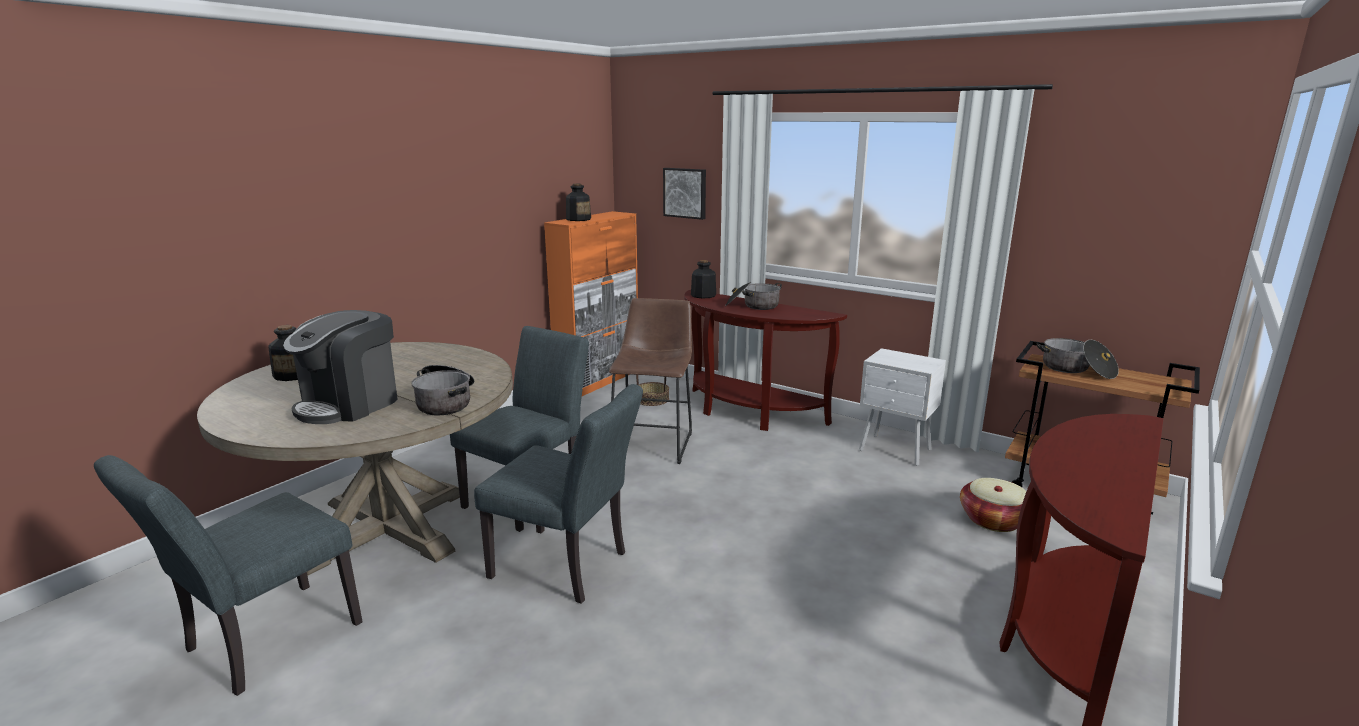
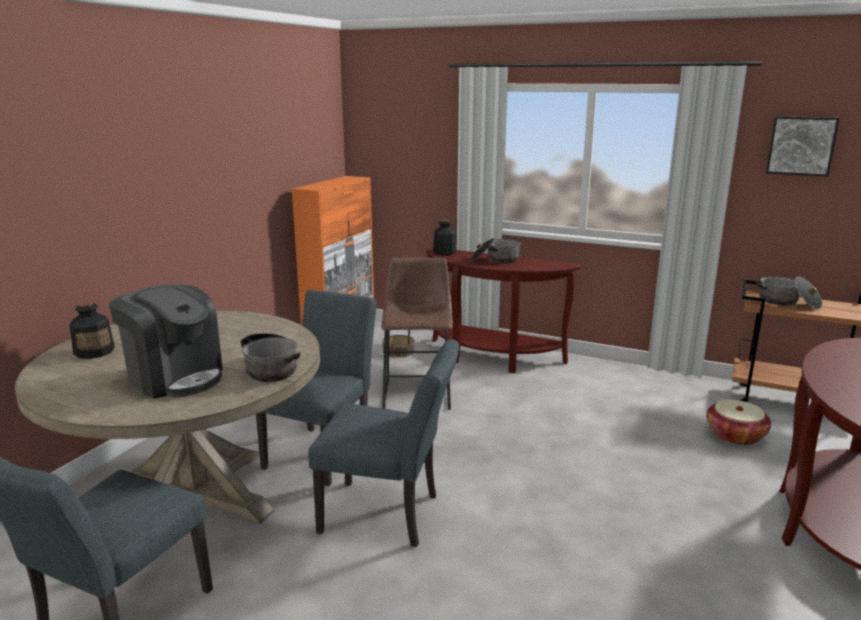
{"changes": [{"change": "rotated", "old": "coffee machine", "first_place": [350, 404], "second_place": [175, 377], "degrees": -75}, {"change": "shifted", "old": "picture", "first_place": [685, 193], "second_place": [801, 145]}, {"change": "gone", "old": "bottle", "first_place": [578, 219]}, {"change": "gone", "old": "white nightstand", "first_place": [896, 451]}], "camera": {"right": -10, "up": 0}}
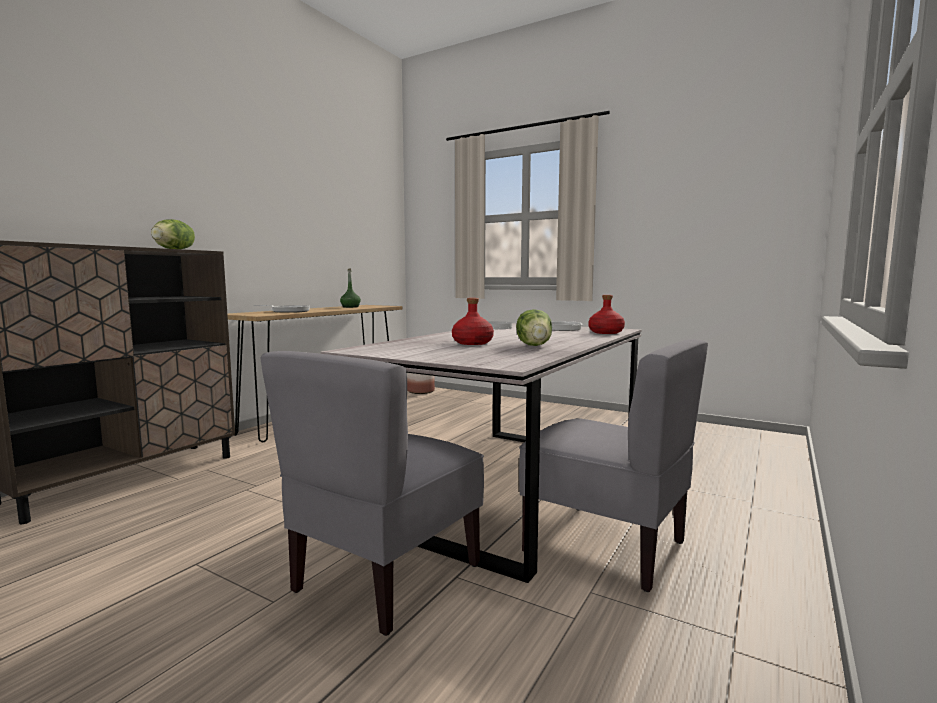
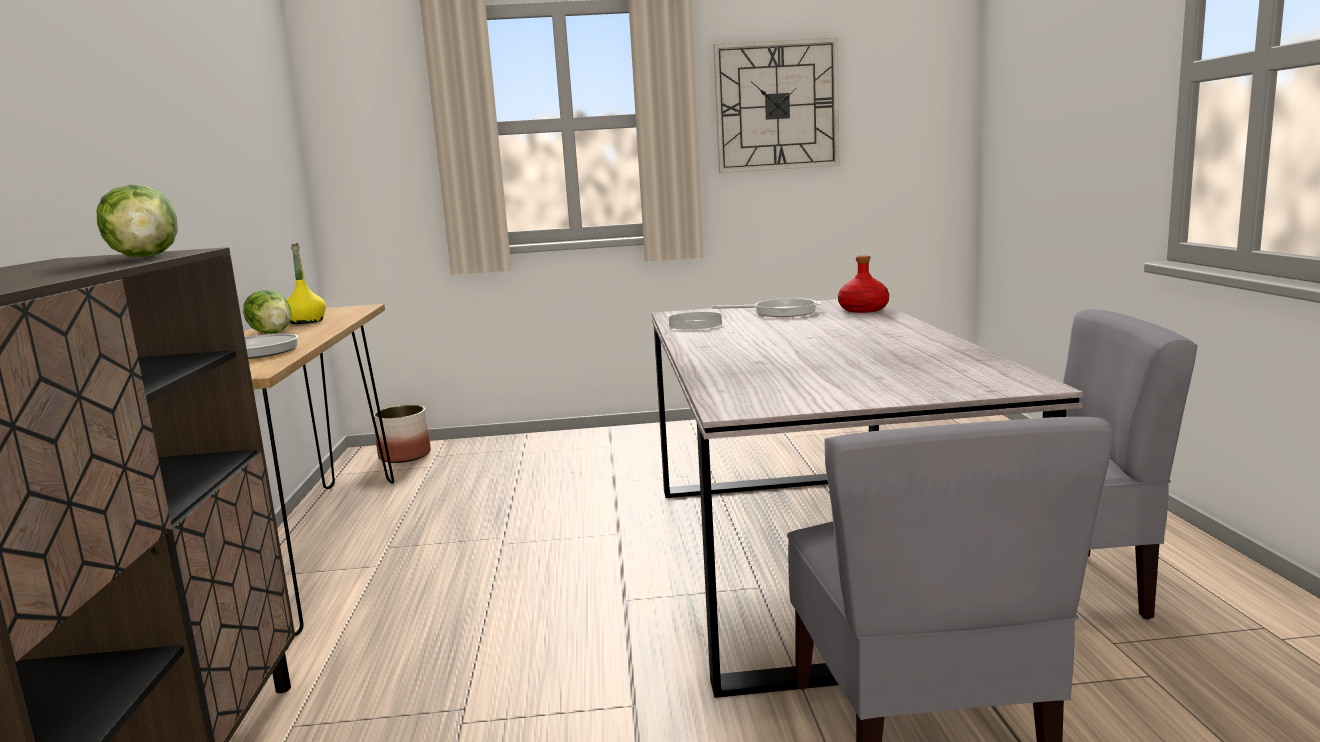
{"changes": [{"change": "shifted", "old": "lettuce", "first_place": [535, 346], "second_place": [273, 333]}, {"change": "repainted", "old": "green bottle", "new": "yellow bottle", "first_place": [350, 307], "second_place": [306, 321]}, {"change": "new", "new": "wall clock", "second_place": [776, 106]}, {"change": "gone", "old": "red bottle", "first_place": [472, 343]}], "camera": {"right": -35, "up": 5}}
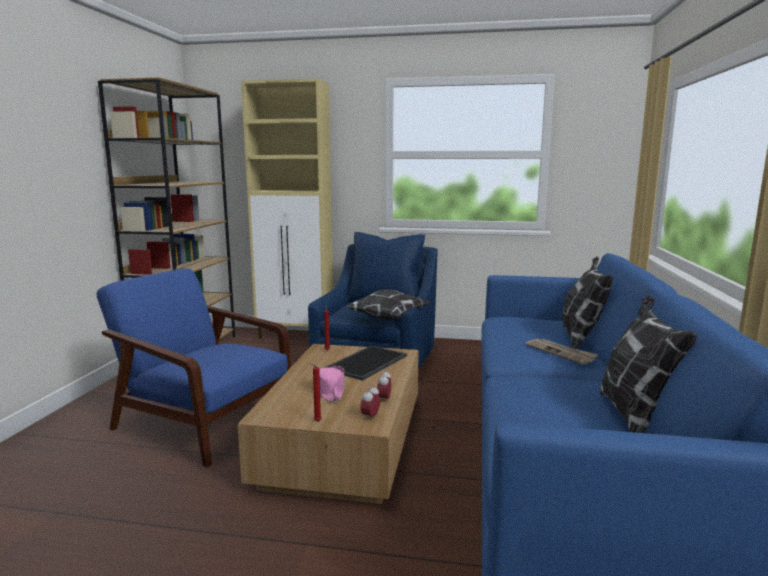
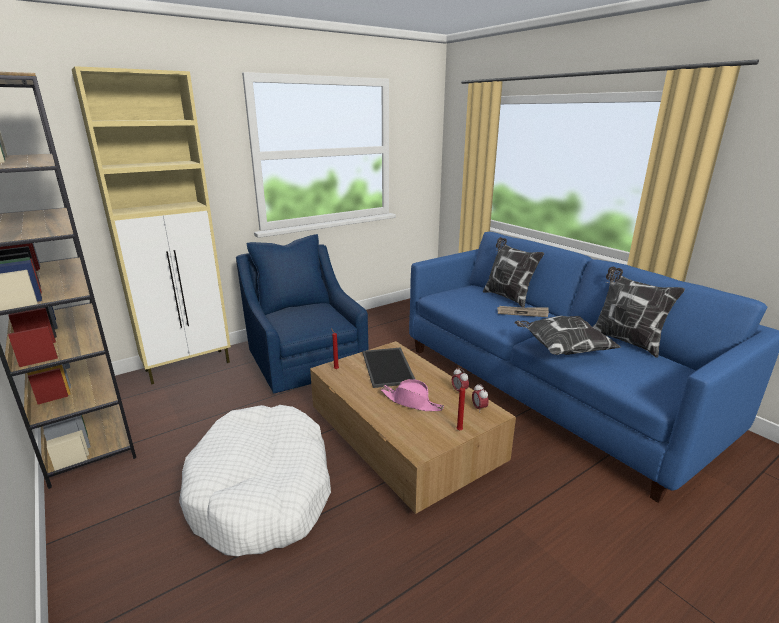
{"changes": [{"change": "swapped", "old": "blue armchair", "new": "white dog bed", "first_place": [202, 421], "second_place": [263, 491]}, {"change": "shifted", "old": "pillow", "first_place": [387, 318], "second_place": [561, 349]}], "camera": {"right": -45, "up": 10}}
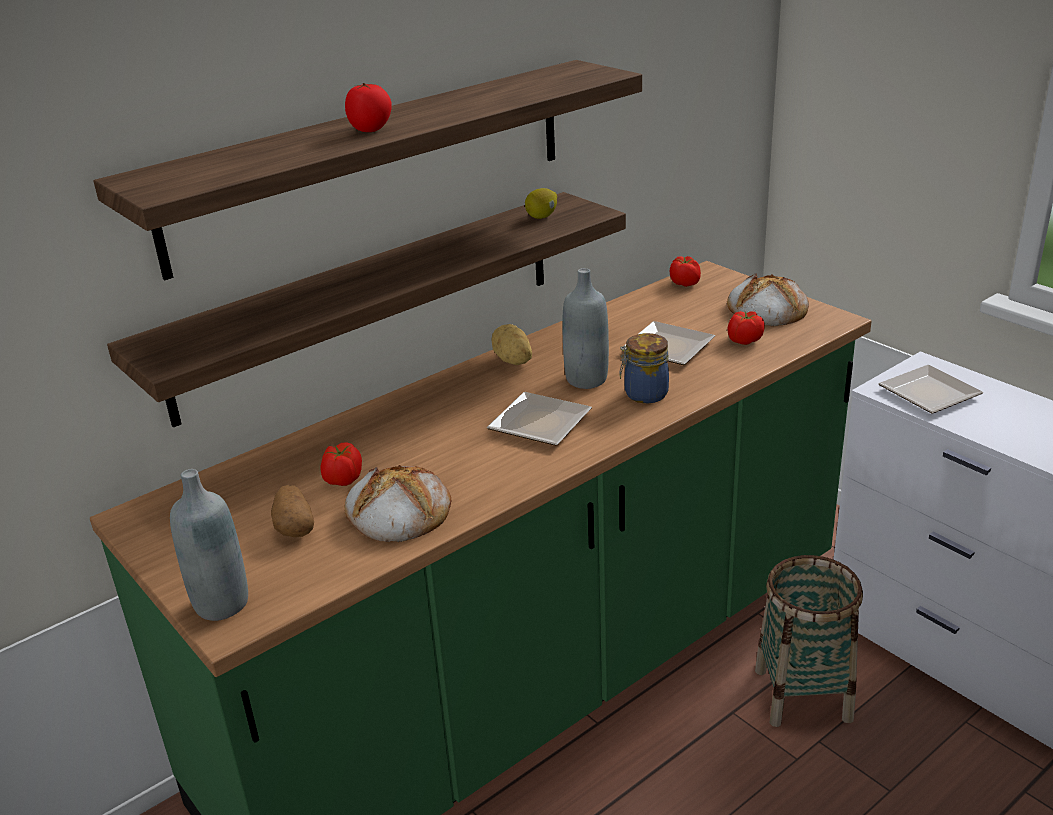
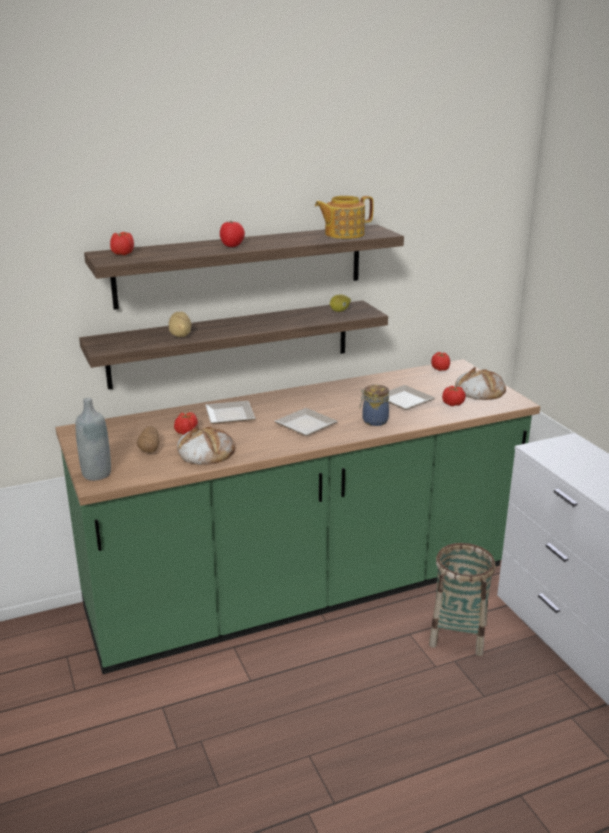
{"changes": [{"change": "new", "new": "tomato", "second_place": [122, 254]}, {"change": "shifted", "old": "potato", "first_place": [512, 361], "second_place": [179, 335]}, {"change": "shifted", "old": "plate", "first_place": [925, 393], "second_place": [228, 415]}, {"change": "new", "new": "teapot", "second_place": [343, 234]}, {"change": "gone", "old": "grey bottle", "first_place": [586, 379]}], "camera": {"right": 15, "up": -5}}
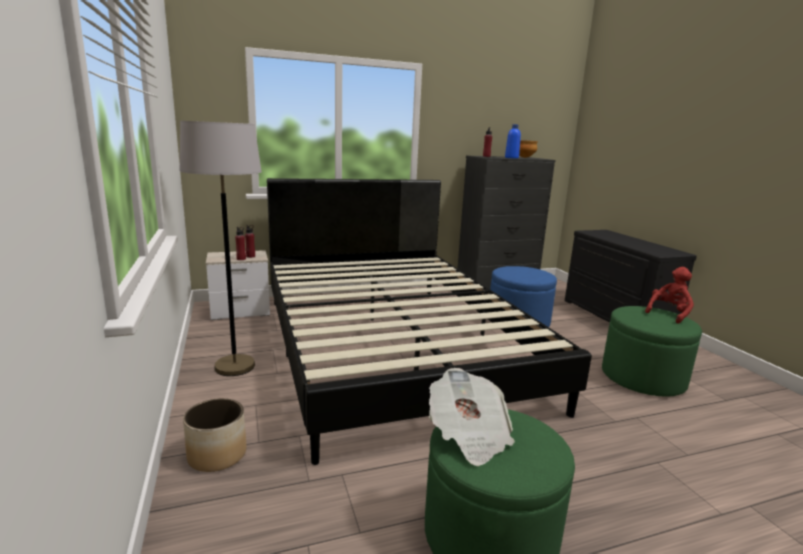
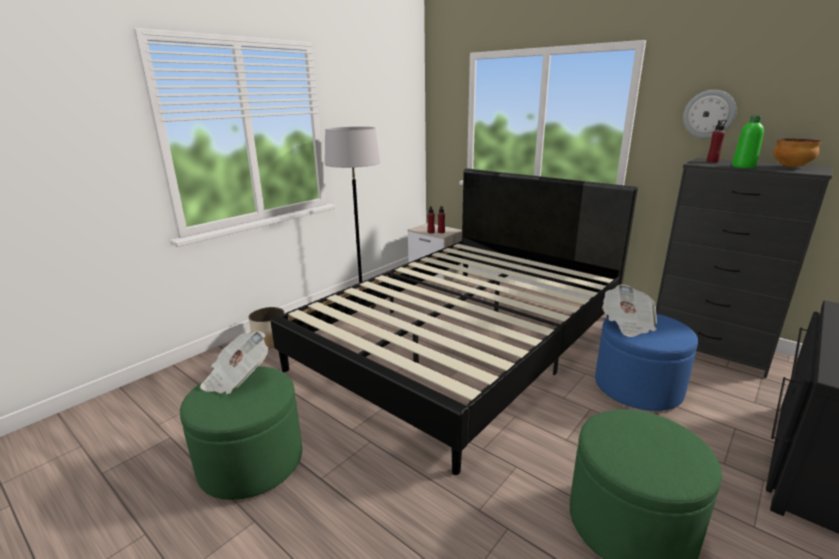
{"changes": [{"change": "new", "new": "newspaper", "second_place": [627, 324]}, {"change": "new", "new": "wall clock", "second_place": [709, 114]}, {"change": "repainted", "old": "blue bottle", "new": "green bottle", "first_place": [511, 158], "second_place": [743, 166]}, {"change": "gone", "old": "red plush toy", "first_place": [669, 314]}], "camera": {"right": 60, "up": 5}}
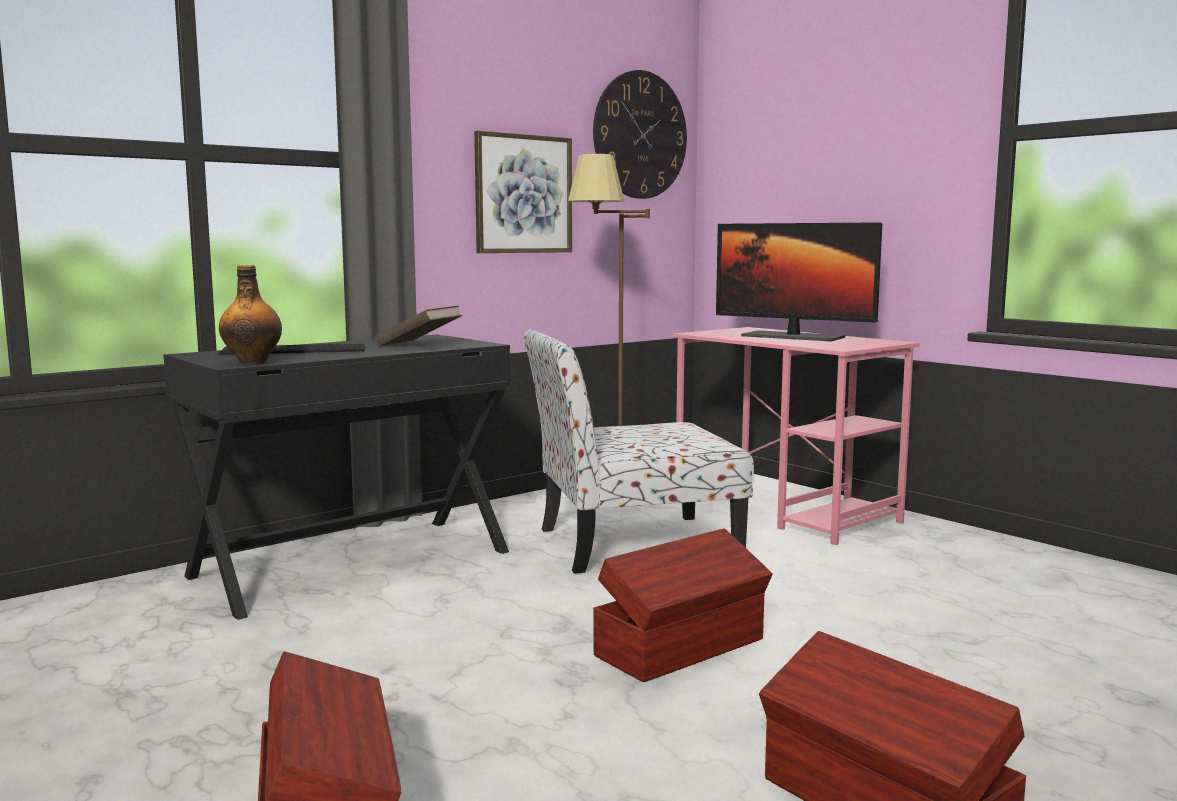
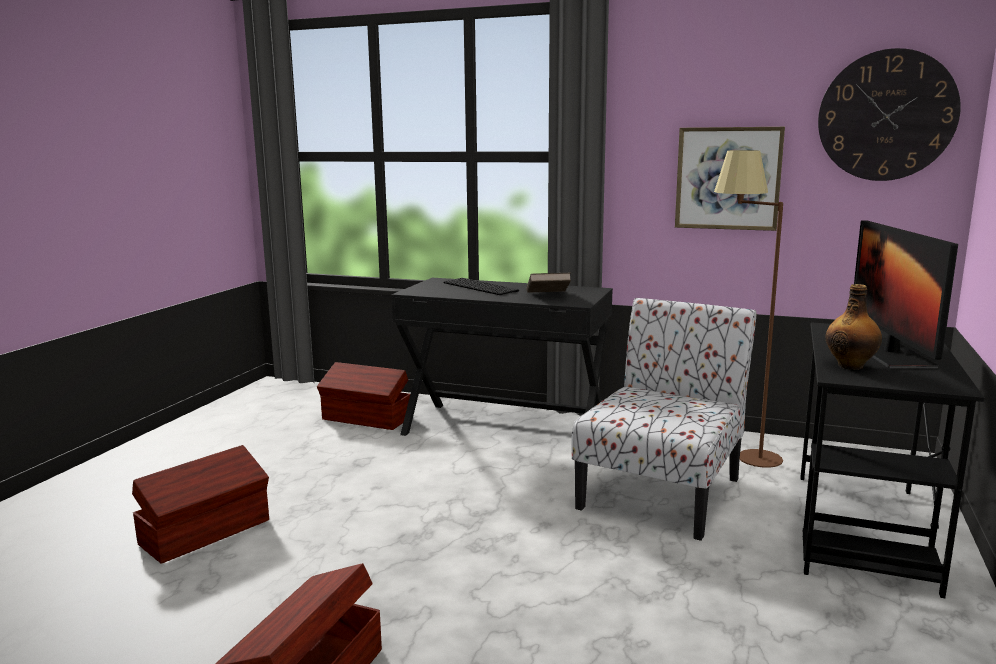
{"changes": [{"change": "shifted", "old": "brown storage box", "first_place": [683, 648], "second_place": [366, 419]}, {"change": "rotated", "old": "chair", "first_place": [632, 544], "second_place": [662, 491], "degrees": 75}, {"change": "repainted", "old": "pink desk", "new": "black desk", "first_place": [786, 510], "second_place": [862, 530]}, {"change": "shifted", "old": "bottle", "first_place": [253, 362], "second_place": [850, 366]}], "camera": {"right": 60, "up": 5}}
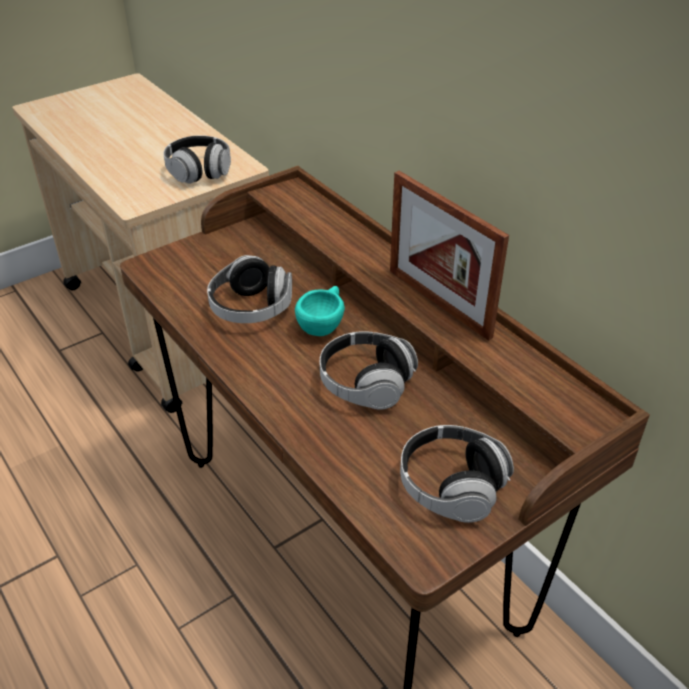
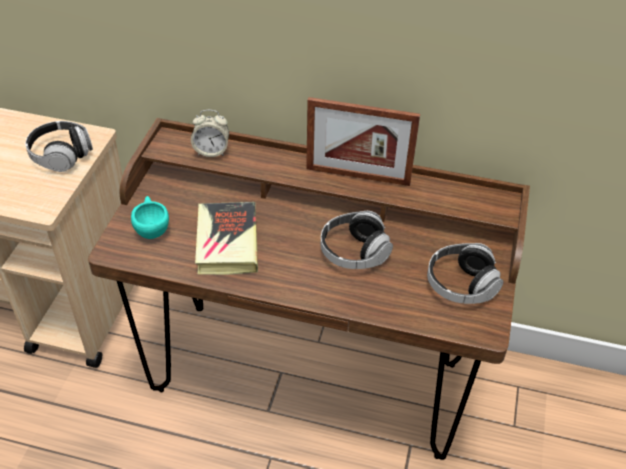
{"changes": [{"change": "shifted", "old": "turquoise cup", "first_place": [323, 325], "second_place": [151, 228]}, {"change": "new", "new": "alarm clock", "second_place": [211, 151]}, {"change": "swapped", "old": "headphones", "new": "book", "first_place": [251, 308], "second_place": [227, 242]}], "camera": {"right": -40, "up": 5}}
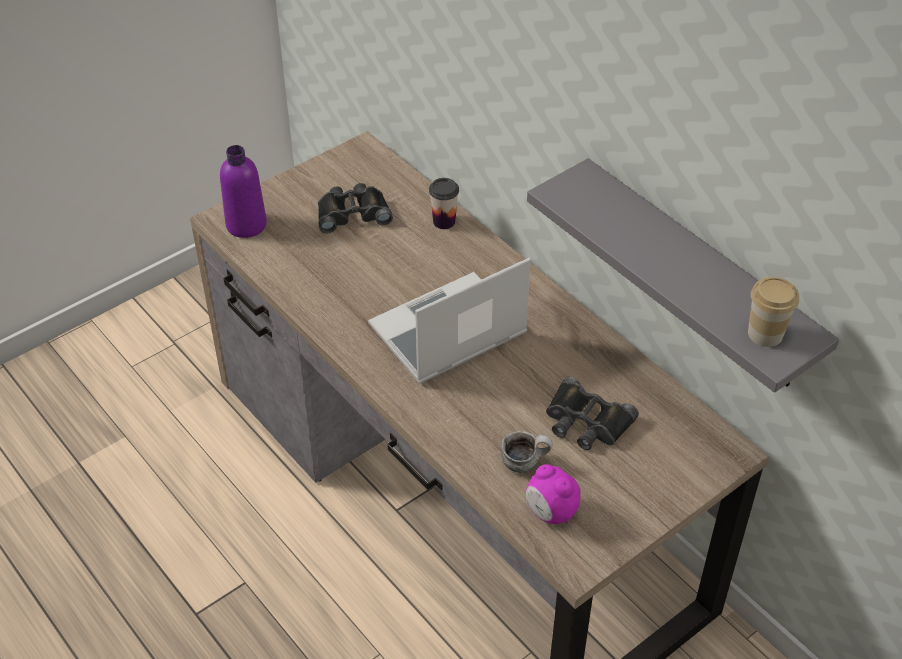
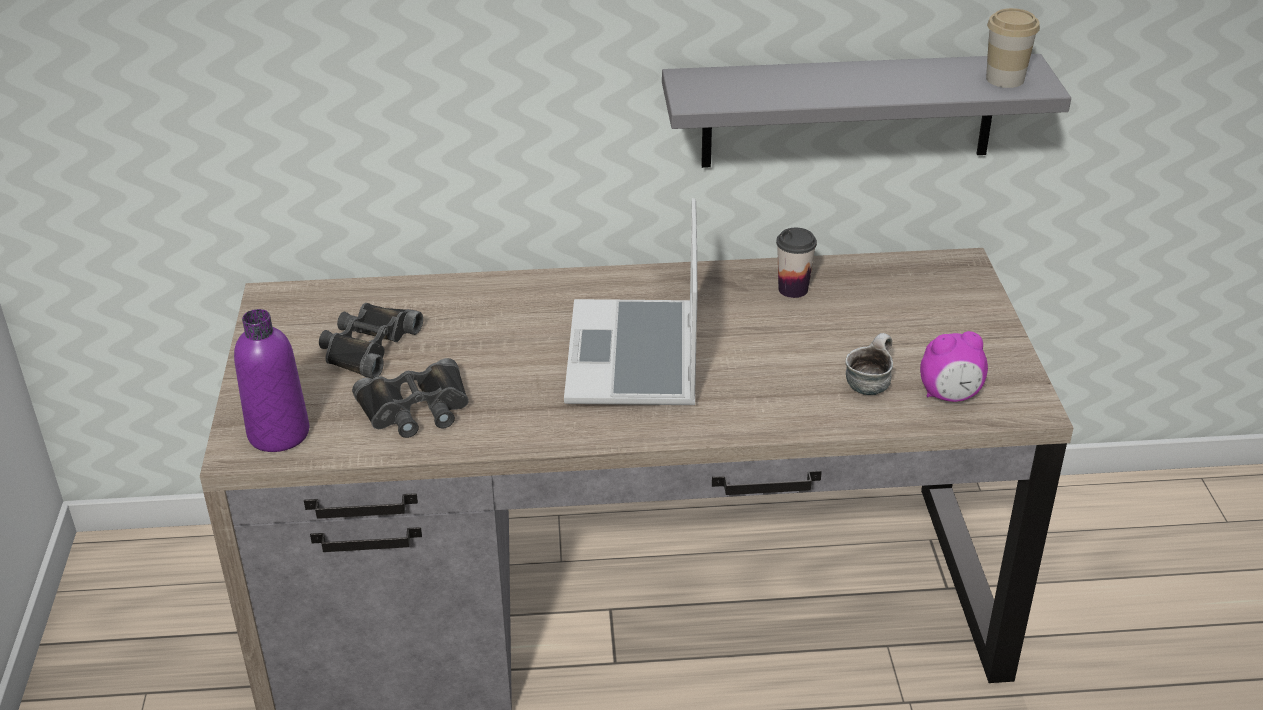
{"changes": [{"change": "shifted", "old": "black binoculars", "first_place": [586, 422], "second_place": [416, 409]}, {"change": "shifted", "old": "cup", "first_place": [444, 221], "second_place": [793, 289]}], "camera": {"right": -55, "up": -10}}
